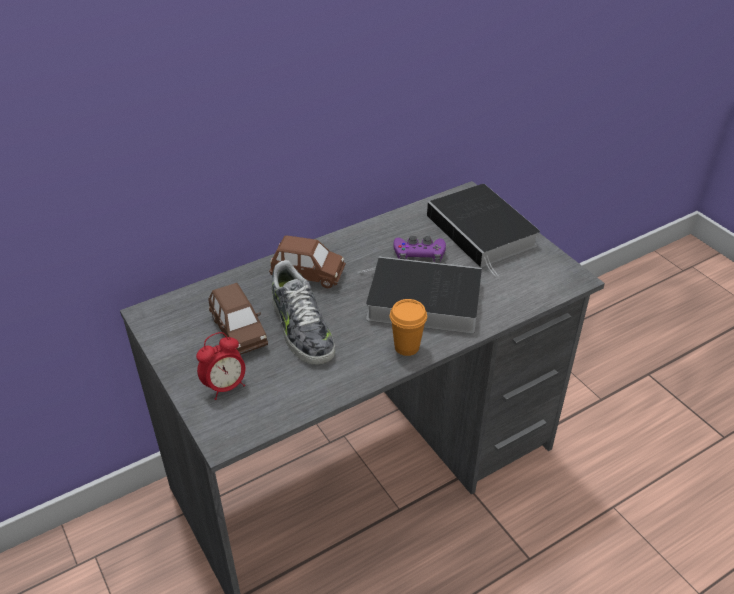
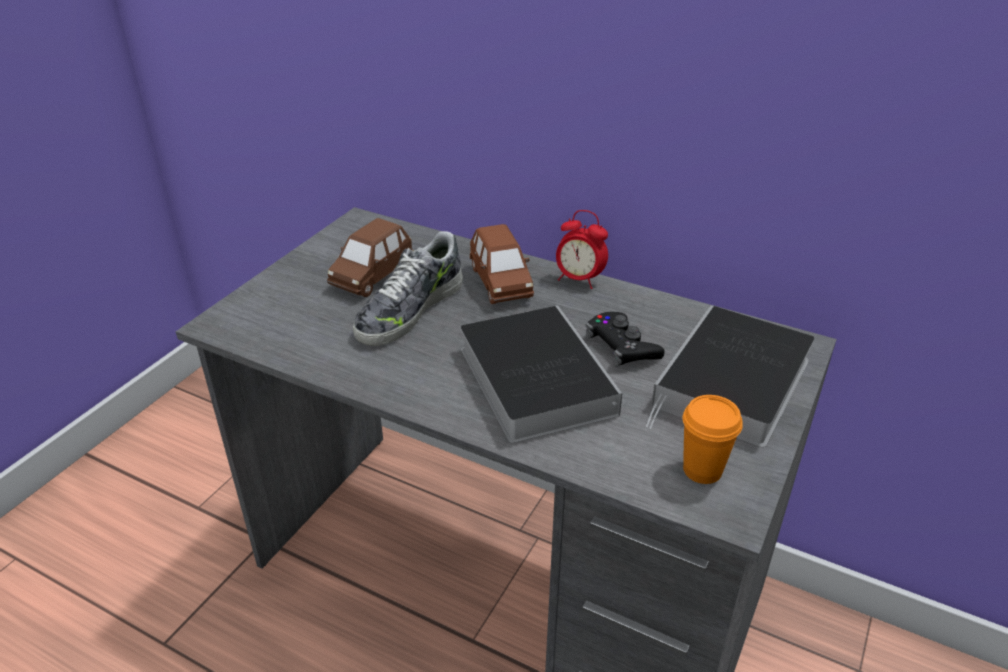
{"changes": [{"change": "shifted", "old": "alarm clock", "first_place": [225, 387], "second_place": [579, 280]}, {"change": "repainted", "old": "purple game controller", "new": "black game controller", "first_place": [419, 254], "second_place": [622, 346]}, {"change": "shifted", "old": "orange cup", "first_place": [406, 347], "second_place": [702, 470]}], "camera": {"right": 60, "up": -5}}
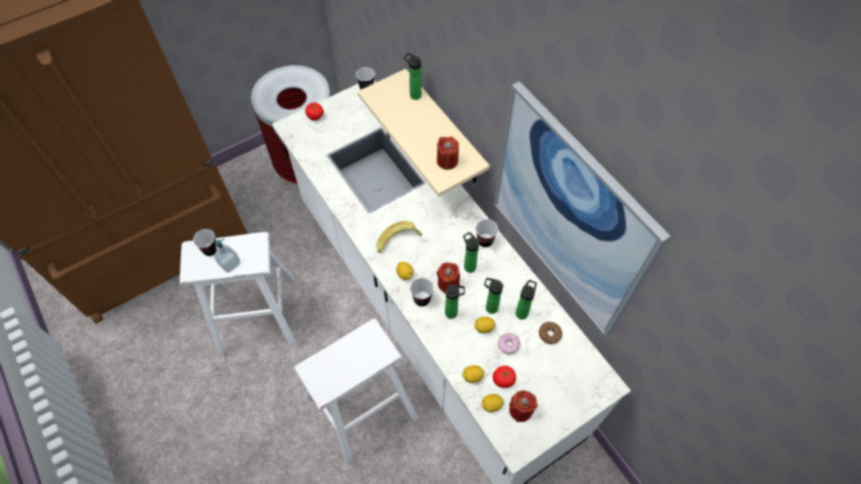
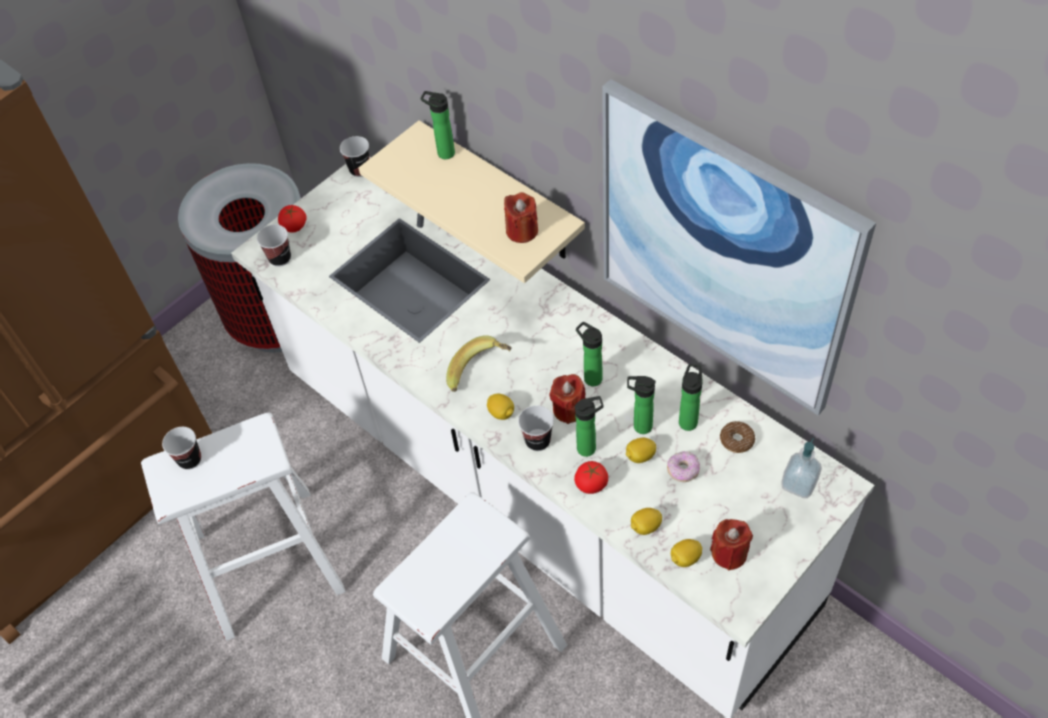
{"changes": [{"change": "shifted", "old": "cup", "first_place": [485, 241], "second_place": [280, 258]}, {"change": "shifted", "old": "tomato", "first_place": [503, 380], "second_place": [591, 484]}, {"change": "shifted", "old": "soap dispenser", "first_place": [230, 263], "second_place": [799, 484]}], "camera": {"right": -10, "up": -5}}
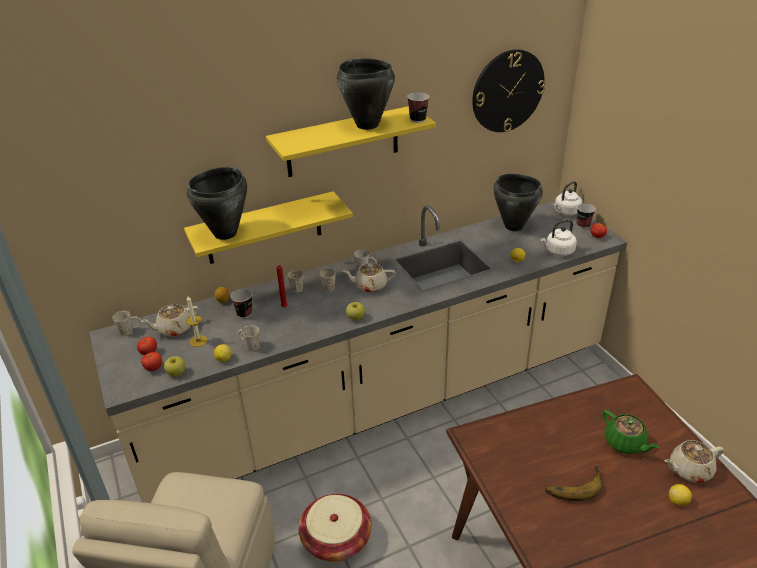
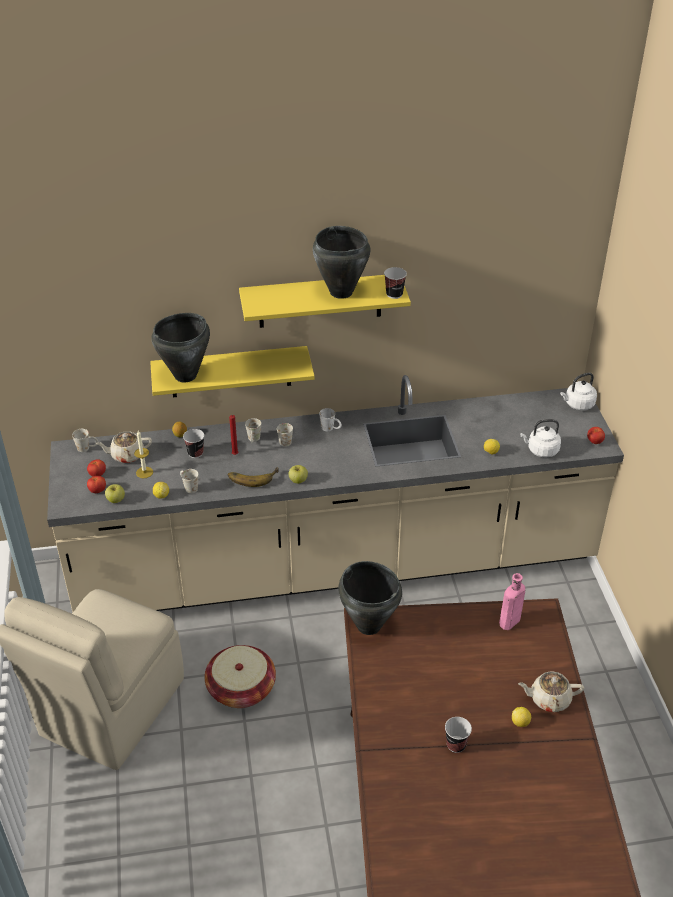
{"changes": [{"change": "shifted", "old": "banana", "first_place": [573, 484], "second_place": [252, 476]}, {"change": "shifted", "old": "black cooking pot", "first_place": [513, 226], "second_place": [368, 625]}, {"change": "shifted", "old": "cup", "first_place": [583, 225], "second_place": [456, 745]}, {"change": "new", "new": "pink bottle", "second_place": [508, 623]}, {"change": "gone", "old": "beige teapot", "first_place": [370, 286]}, {"change": "gone", "old": "wall clock", "first_place": [507, 91]}, {"change": "gone", "old": "green teapot", "first_place": [625, 443]}], "camera": {"right": 15, "up": 5}}
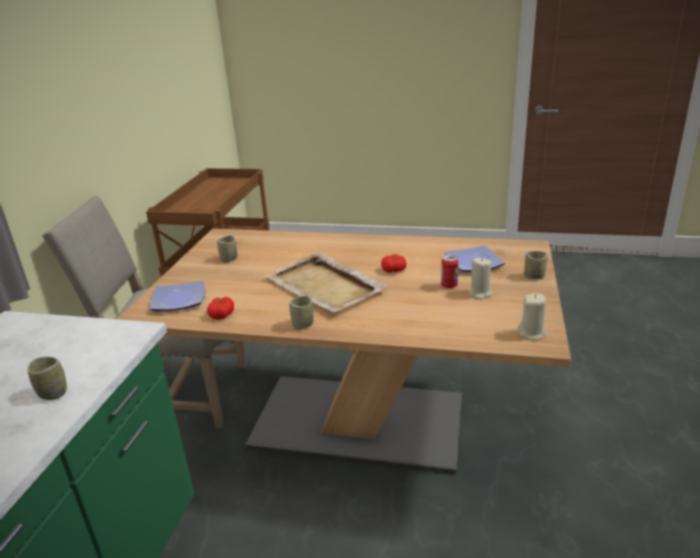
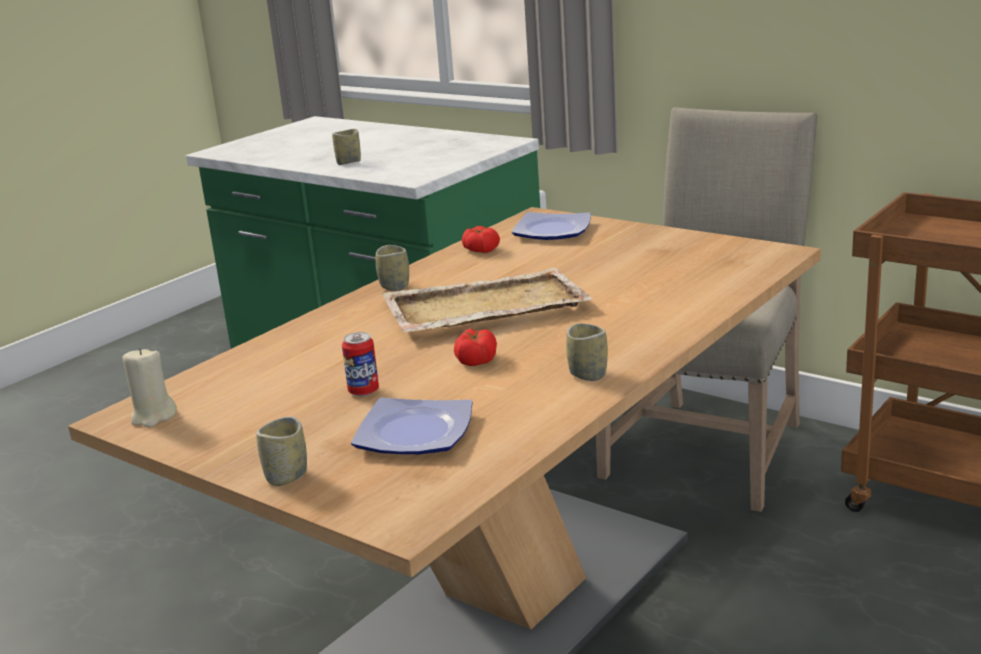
{"changes": [{"change": "shifted", "old": "cup", "first_place": [229, 259], "second_place": [588, 374]}, {"change": "gone", "old": "beige candle", "first_place": [480, 293]}], "camera": {"right": 115, "up": -5}}
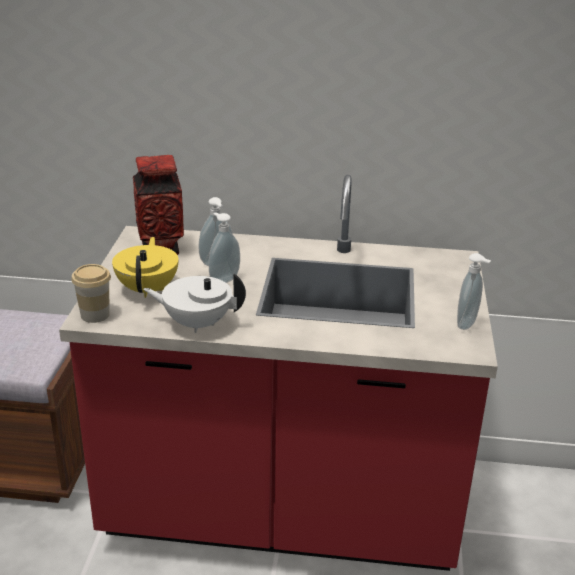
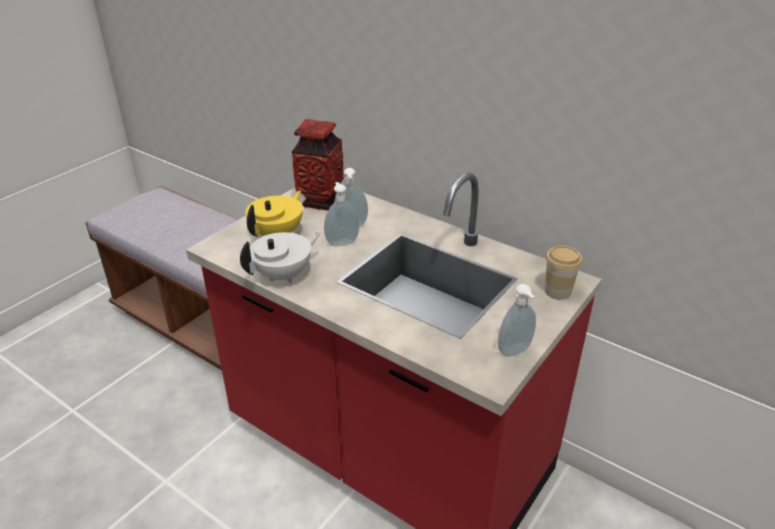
{"changes": [{"change": "rotated", "old": "white teapot", "first_place": [197, 323], "second_place": [284, 275], "degrees": 105}, {"change": "shifted", "old": "cup", "first_place": [95, 315], "second_place": [557, 291]}], "camera": {"right": 30, "up": 5}}
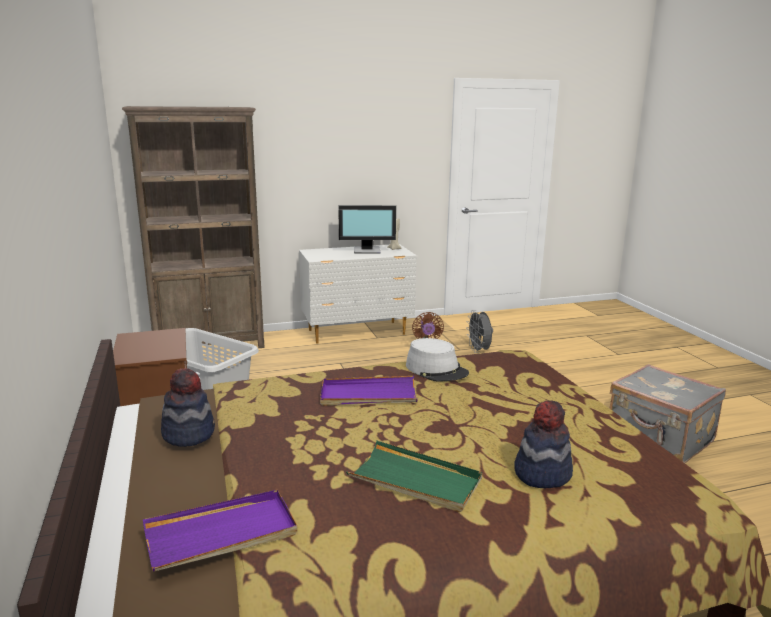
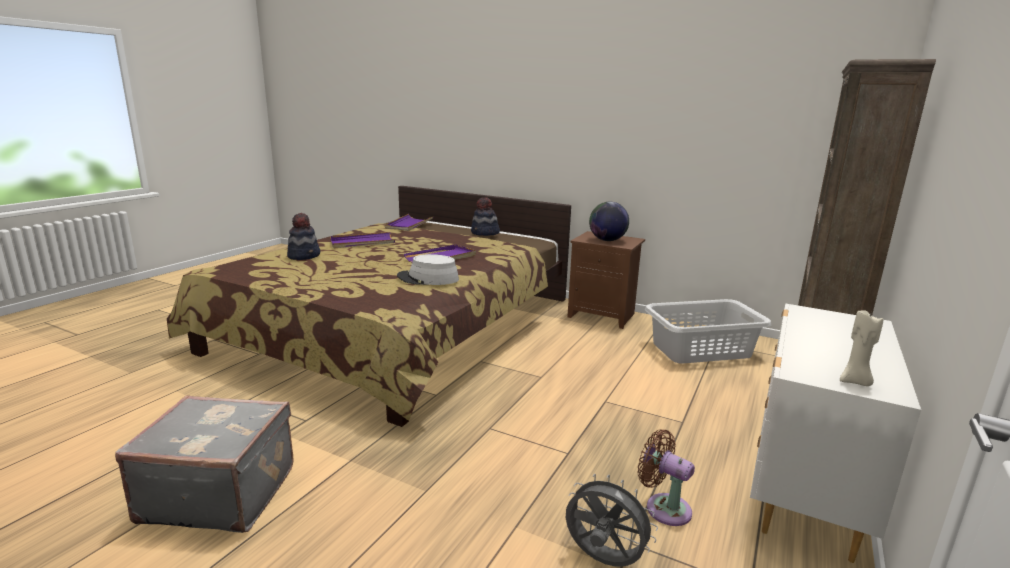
{"changes": [{"change": "repainted", "old": "green tray", "new": "purple tray", "first_place": [415, 480], "second_place": [362, 243]}, {"change": "new", "new": "globe", "second_place": [607, 240]}, {"change": "gone", "old": "monitor", "first_place": [367, 251]}], "camera": {"right": 135, "up": 0}}
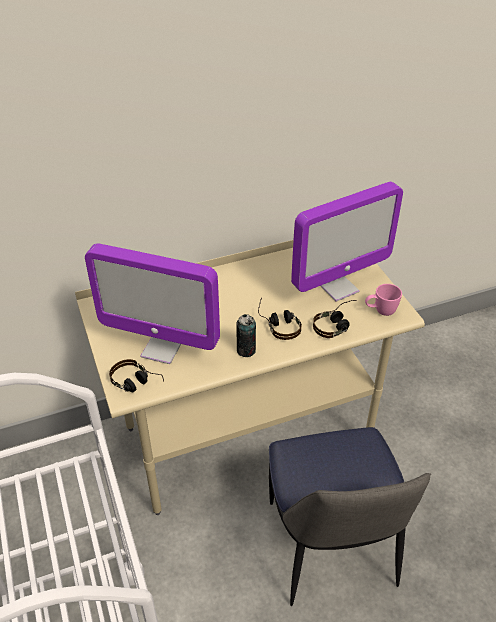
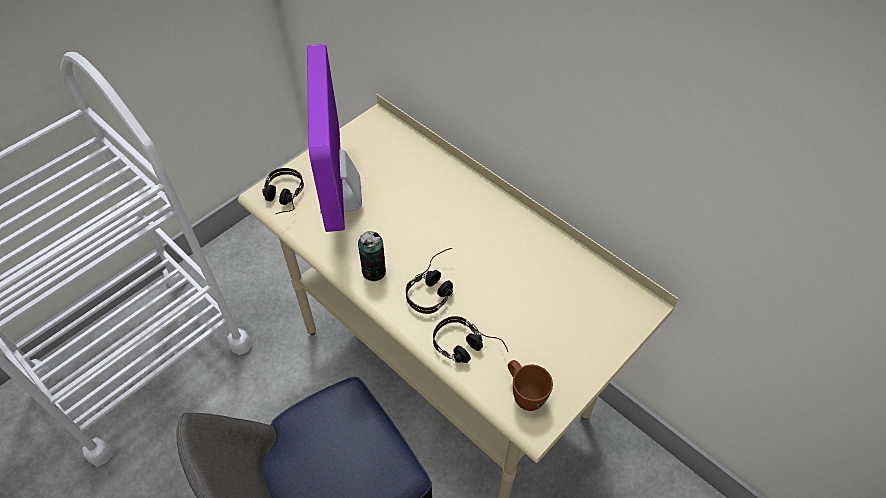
{"changes": [{"change": "repainted", "old": "pink mug", "new": "brown mug", "first_place": [380, 311], "second_place": [524, 394]}, {"change": "gone", "old": "monitor", "first_place": [338, 287]}], "camera": {"right": 65, "up": 10}}
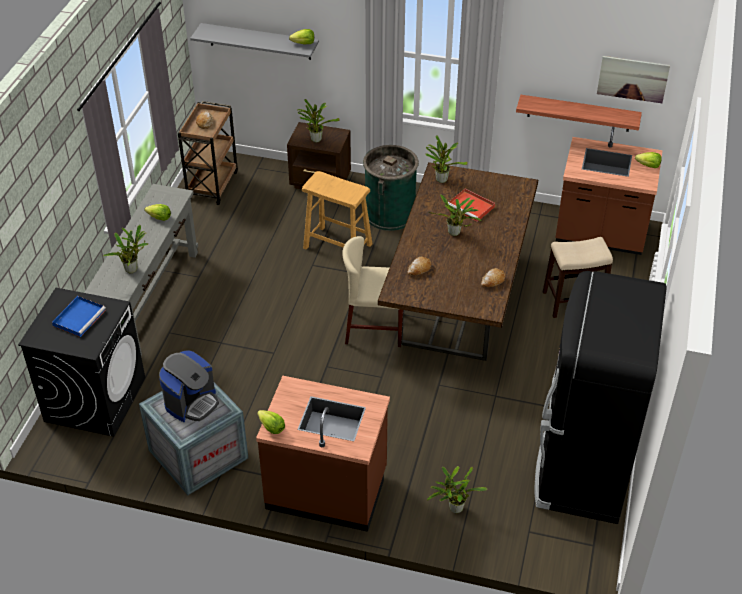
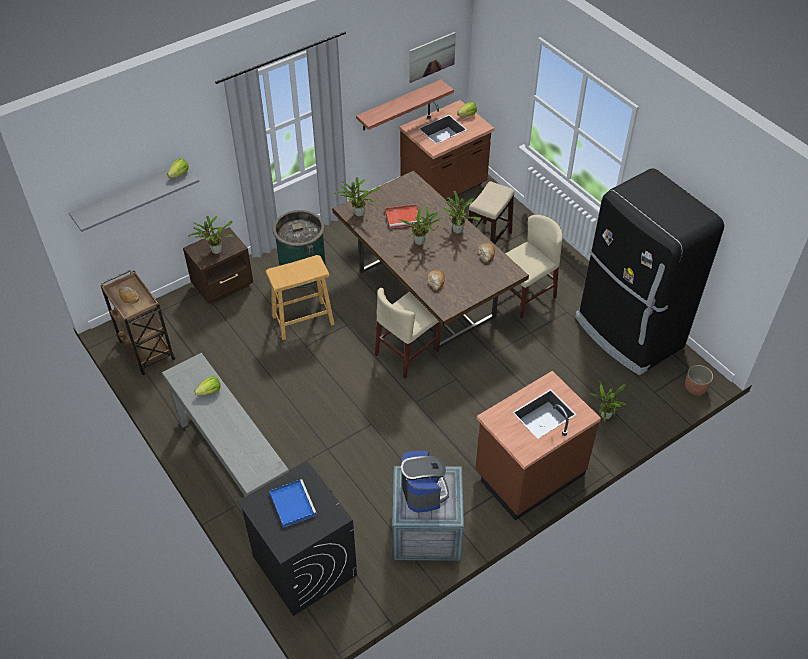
{"changes": [{"change": "shifted", "old": "potted plant", "first_place": [133, 269], "second_place": [457, 229]}, {"change": "new", "new": "beige chair", "second_place": [525, 296]}, {"change": "new", "new": "planter", "second_place": [695, 388]}, {"change": "gone", "old": "lettuce", "first_place": [271, 427]}], "camera": {"right": -50, "up": 5}}
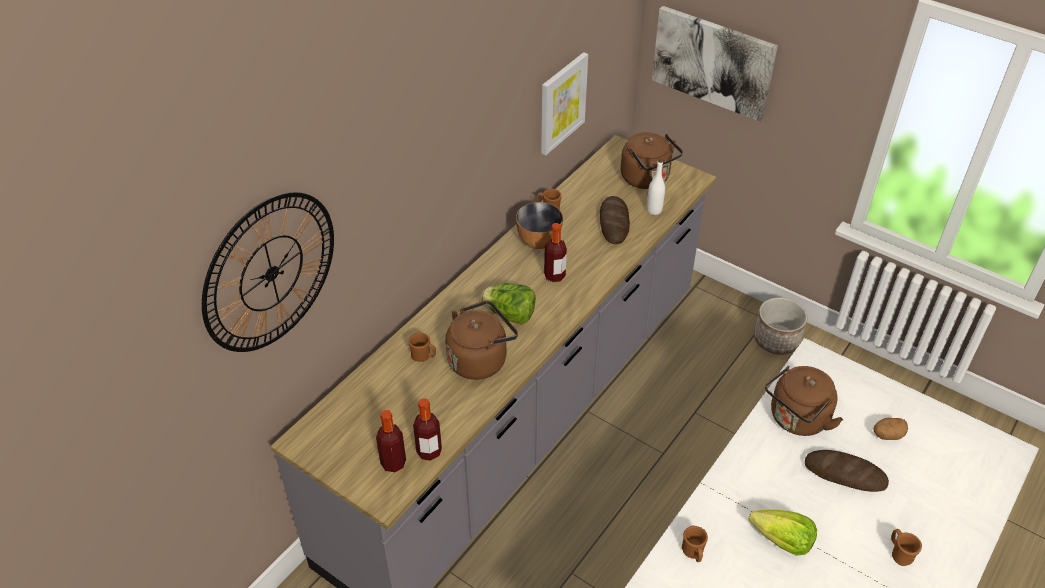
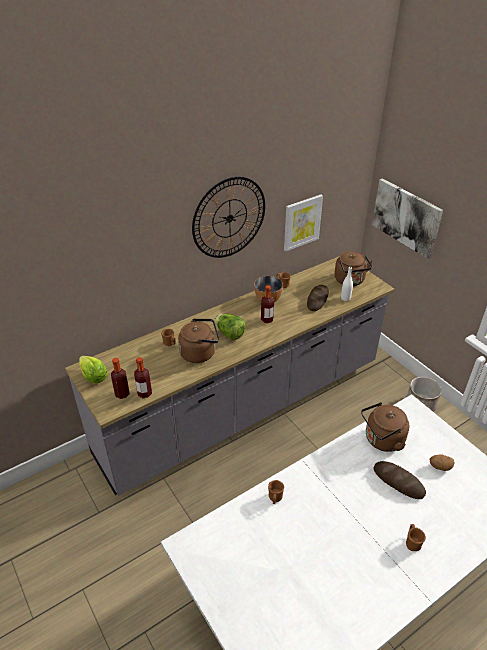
{"changes": [{"change": "shifted", "old": "lettuce", "first_place": [782, 541], "second_place": [93, 376]}, {"change": "shifted", "old": "wall clock", "first_place": [271, 273], "second_place": [229, 218]}], "camera": {"right": 20, "up": -5}}
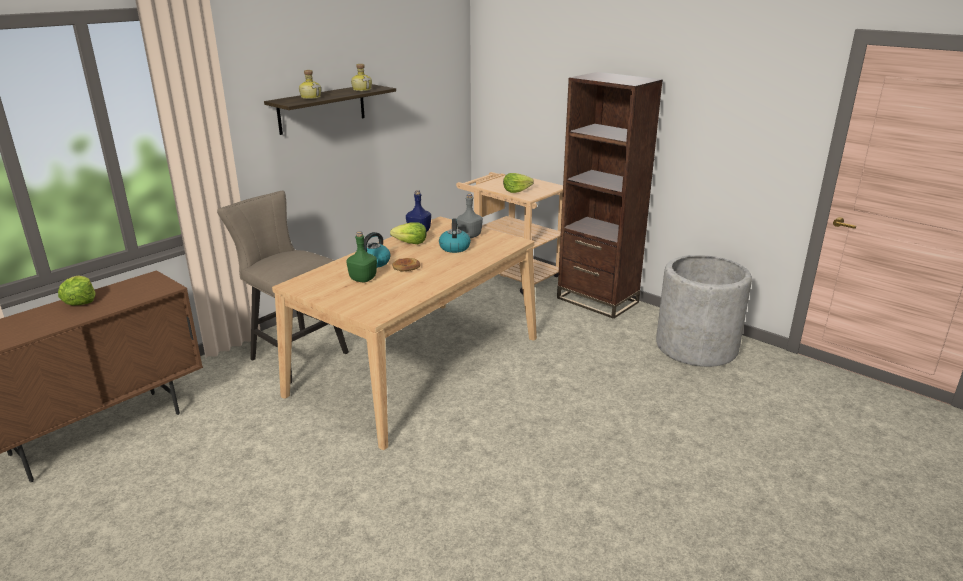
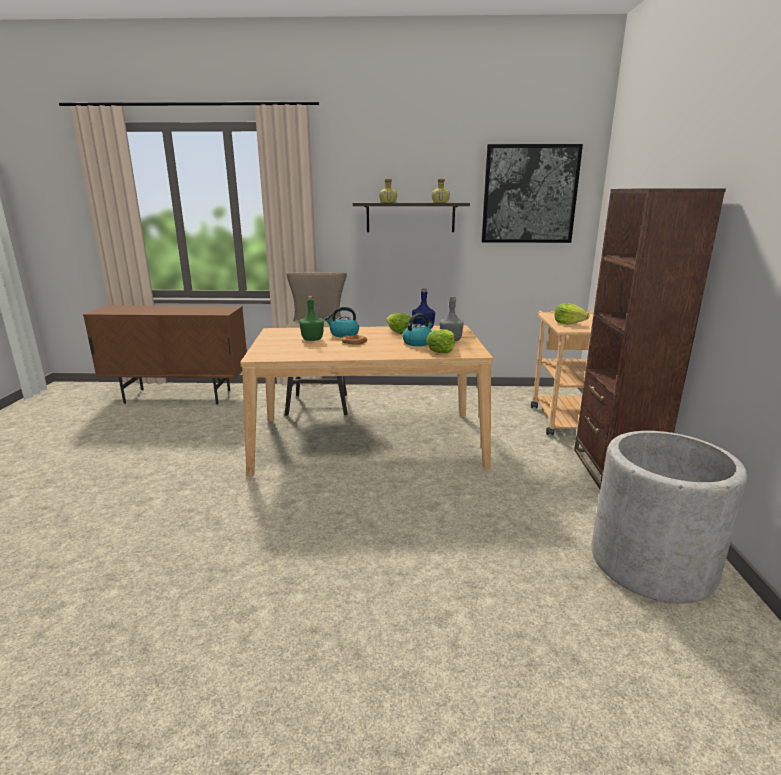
{"changes": [{"change": "shifted", "old": "lettuce", "first_place": [80, 301], "second_place": [441, 350]}, {"change": "new", "new": "picture", "second_place": [529, 194]}], "camera": {"right": 50, "up": -5}}
